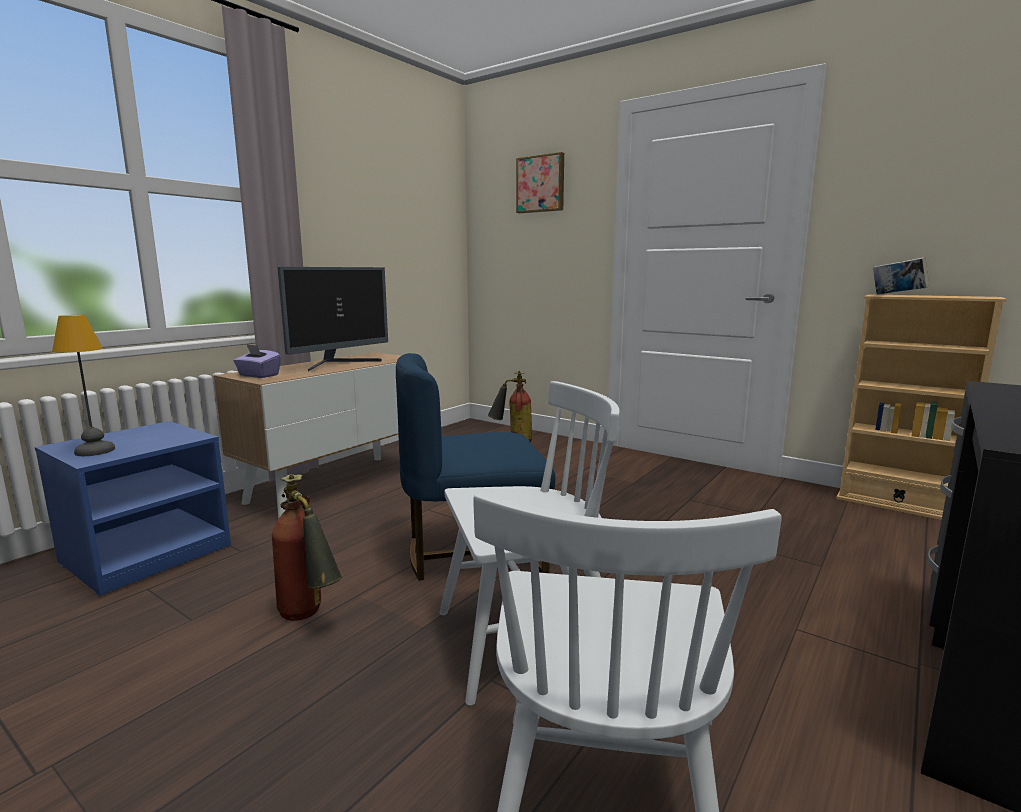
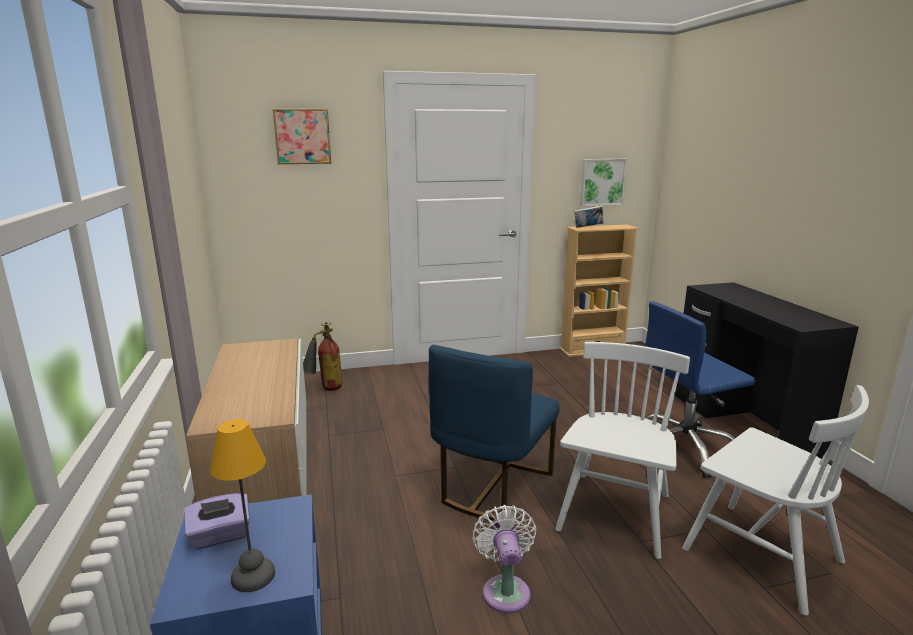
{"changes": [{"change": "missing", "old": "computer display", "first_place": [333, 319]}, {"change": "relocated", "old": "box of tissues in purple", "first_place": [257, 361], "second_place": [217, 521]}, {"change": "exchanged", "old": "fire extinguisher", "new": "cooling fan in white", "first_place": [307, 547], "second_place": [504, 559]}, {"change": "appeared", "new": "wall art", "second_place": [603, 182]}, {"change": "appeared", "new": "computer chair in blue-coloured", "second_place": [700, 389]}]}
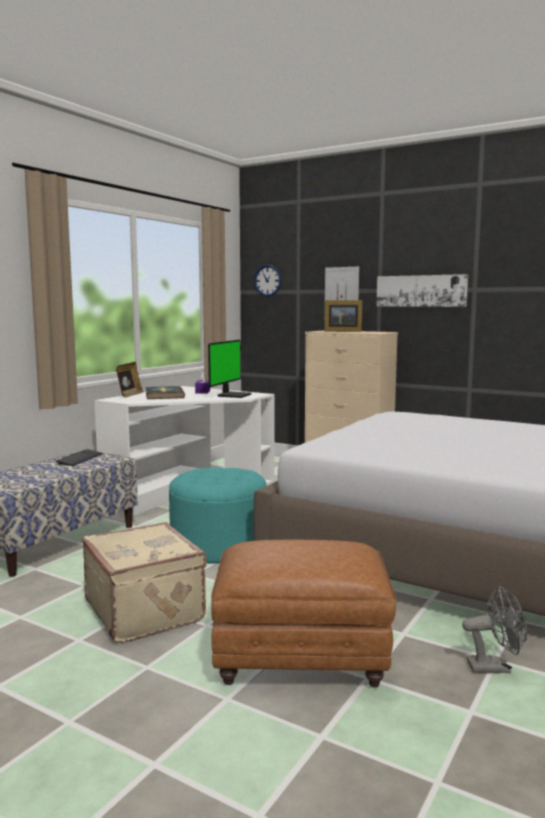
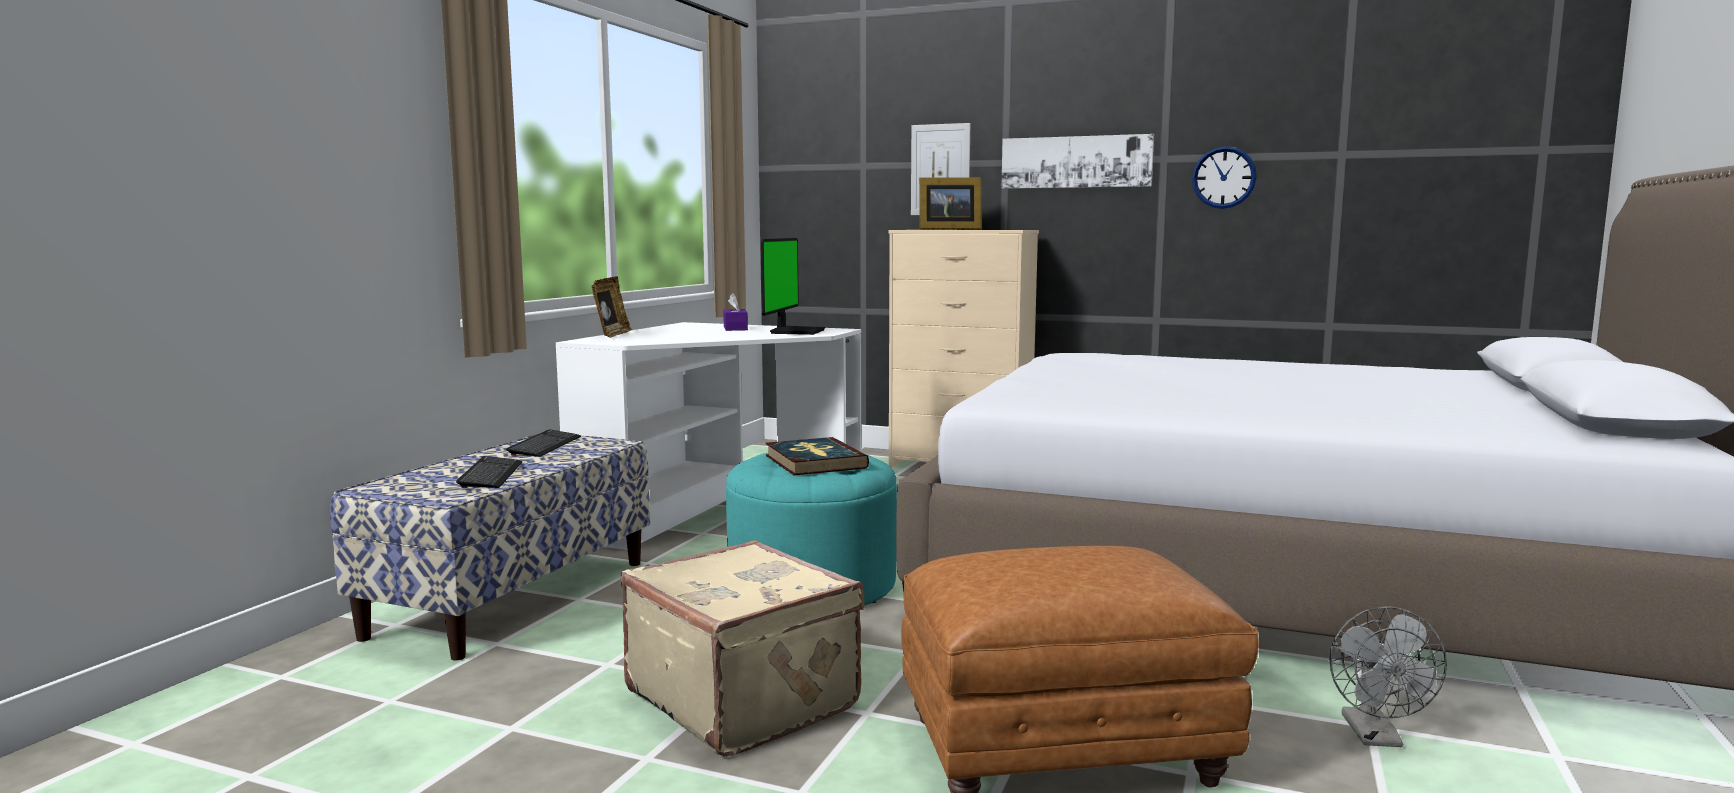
{"changes": [{"change": "relocated", "old": "clock on the wall", "first_place": [267, 281], "second_place": [1224, 177]}, {"change": "relocated", "old": "volume", "first_place": [165, 392], "second_place": [817, 456]}, {"change": "spun", "old": "cooling fan in grey", "first_place": [494, 629], "second_place": [1388, 676], "degrees": 105}, {"change": "appeared", "new": "keyboard", "second_place": [489, 472]}]}
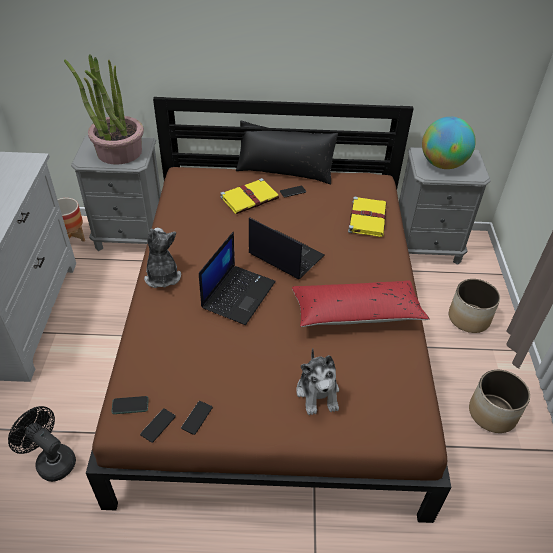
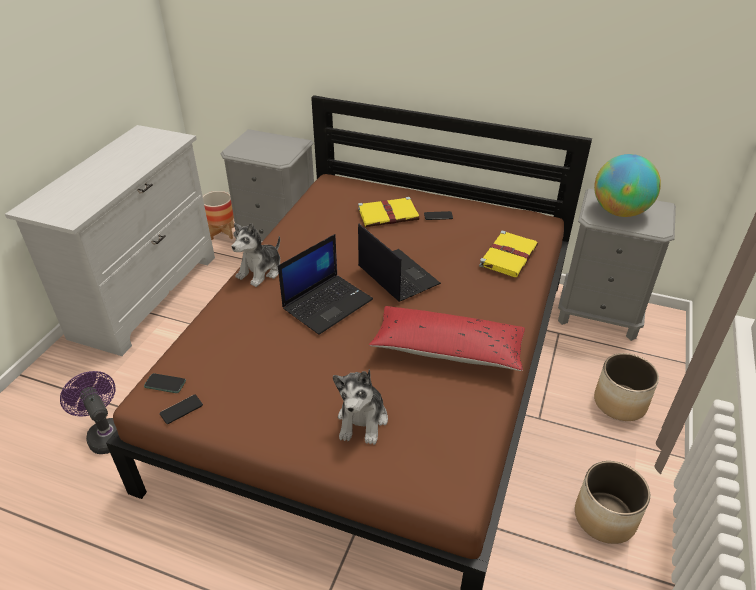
{"changes": [{"change": "missing", "old": "houseplant", "first_place": [104, 109]}, {"change": "missing", "old": "pillow in black", "first_place": [287, 152]}, {"change": "spun", "old": "plush toy", "first_place": [162, 258], "second_place": [255, 255], "degrees": -150}, {"change": "missing", "old": "handset", "first_place": [197, 418]}, {"change": "colour", "old": "cooling fan in black", "new": "cooling fan in purple", "first_place": [42, 444], "second_place": [88, 412]}]}
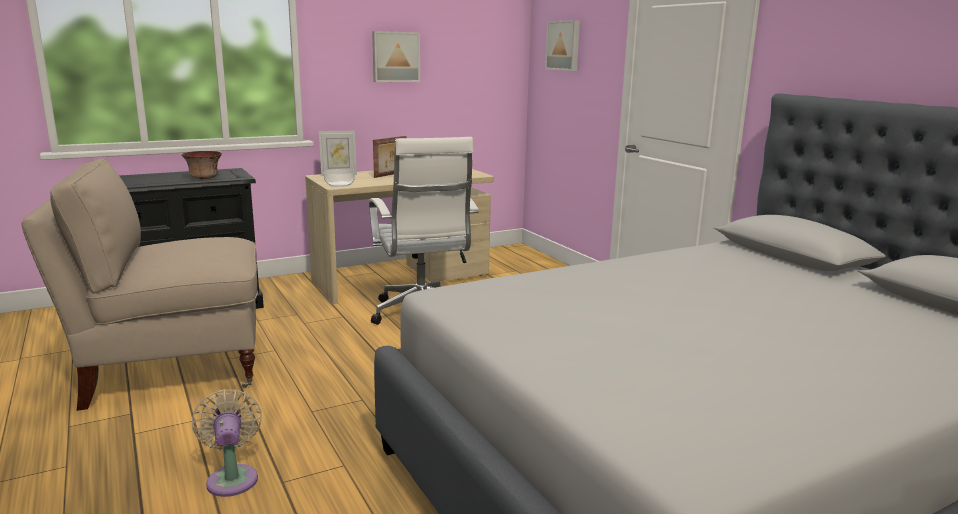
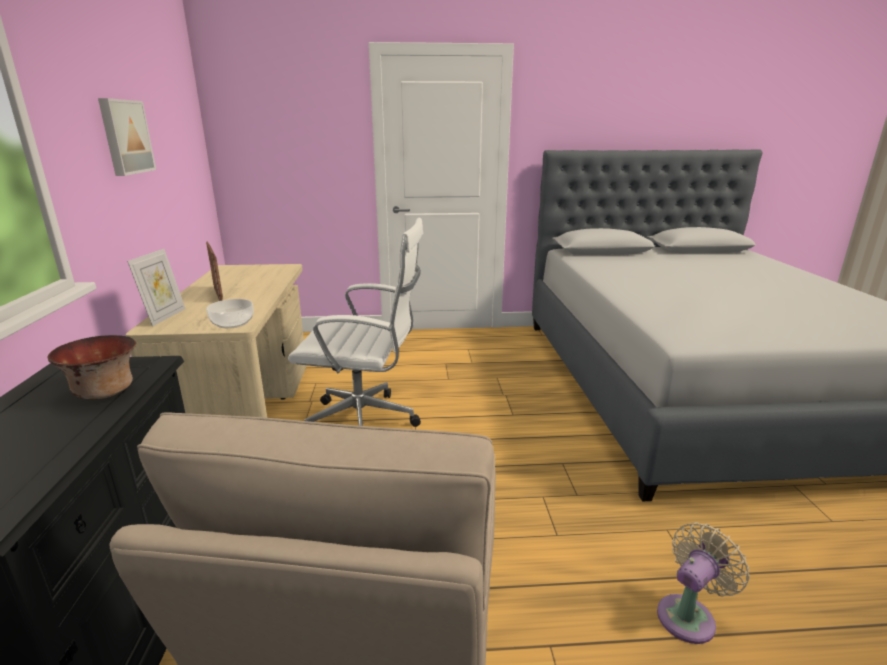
{"changes": [{"change": "missing", "old": "wall art", "first_place": [562, 45]}, {"change": "spun", "old": "cooling fan in beige-coloured", "first_place": [227, 443], "second_place": [703, 583], "degrees": 135}]}
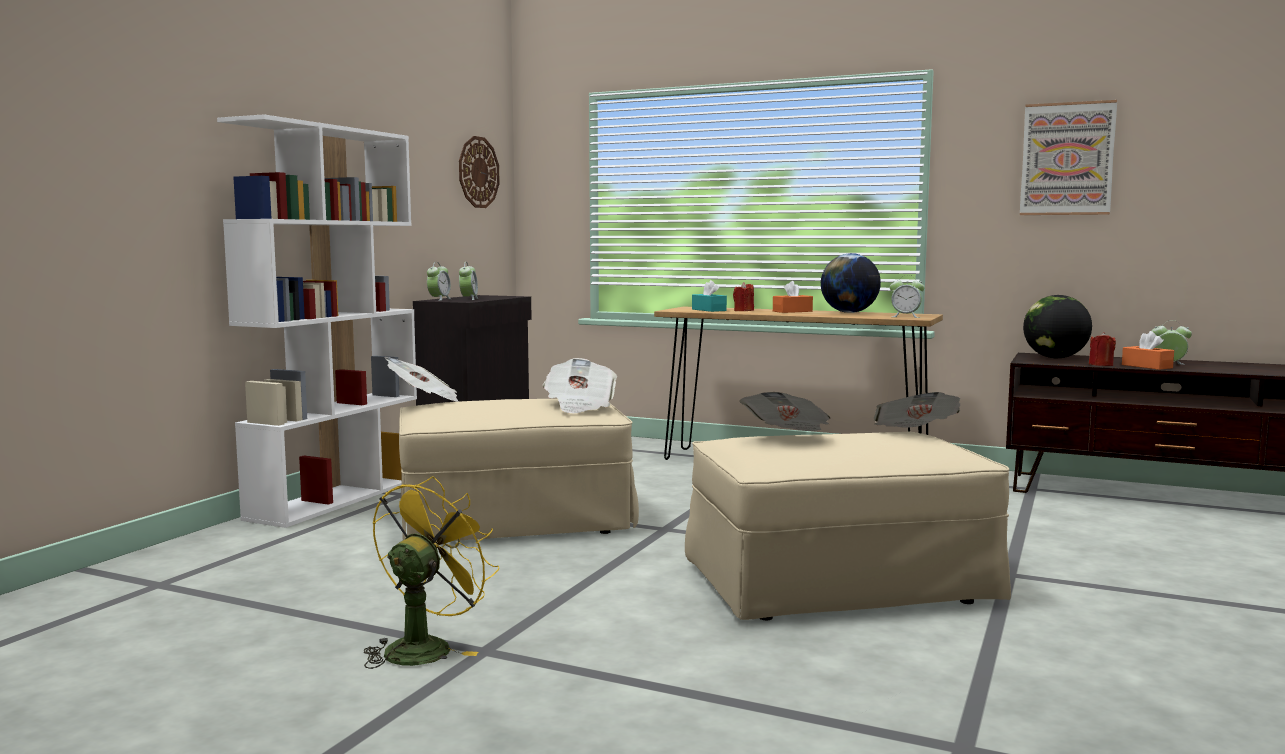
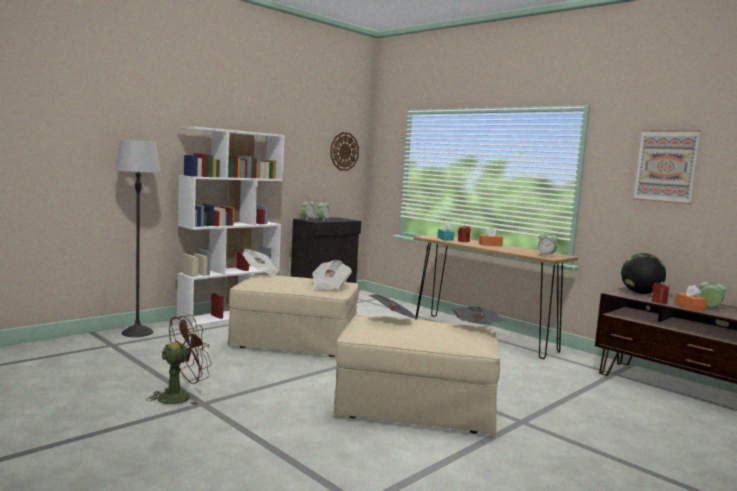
{"changes": [{"change": "missing", "old": "world globe", "first_place": [851, 283]}, {"change": "colour", "old": "cooling fan in yellow-coloured", "new": "cooling fan in brown", "first_place": [431, 572], "second_place": [179, 360]}, {"change": "appeared", "new": "standard lamp", "second_place": [138, 238]}]}
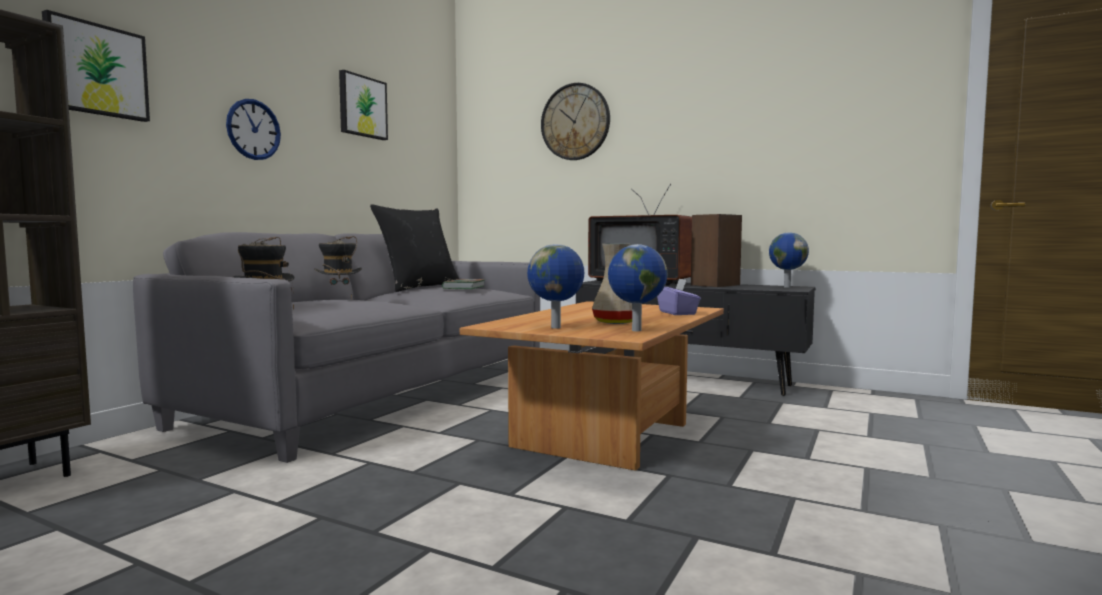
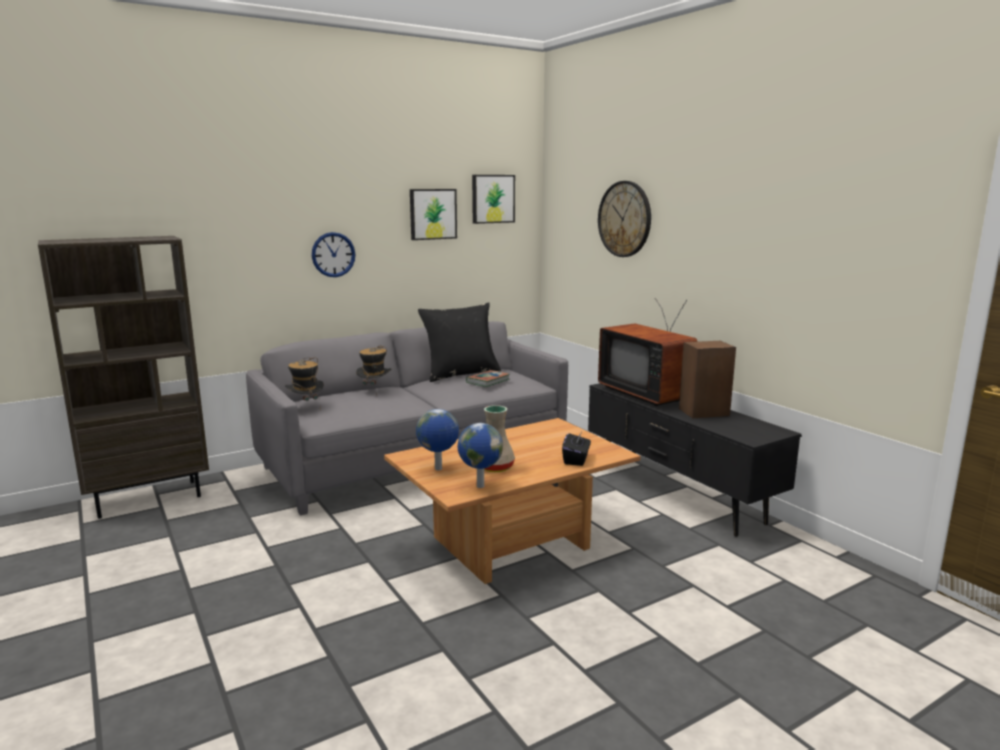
{"changes": [{"change": "relocated", "old": "wall art", "first_place": [96, 66], "second_place": [493, 199]}, {"change": "missing", "old": "world globe", "first_place": [789, 260]}, {"change": "colour", "old": "box of tissues in purple", "new": "box of tissues in black", "first_place": [679, 296], "second_place": [576, 448]}]}
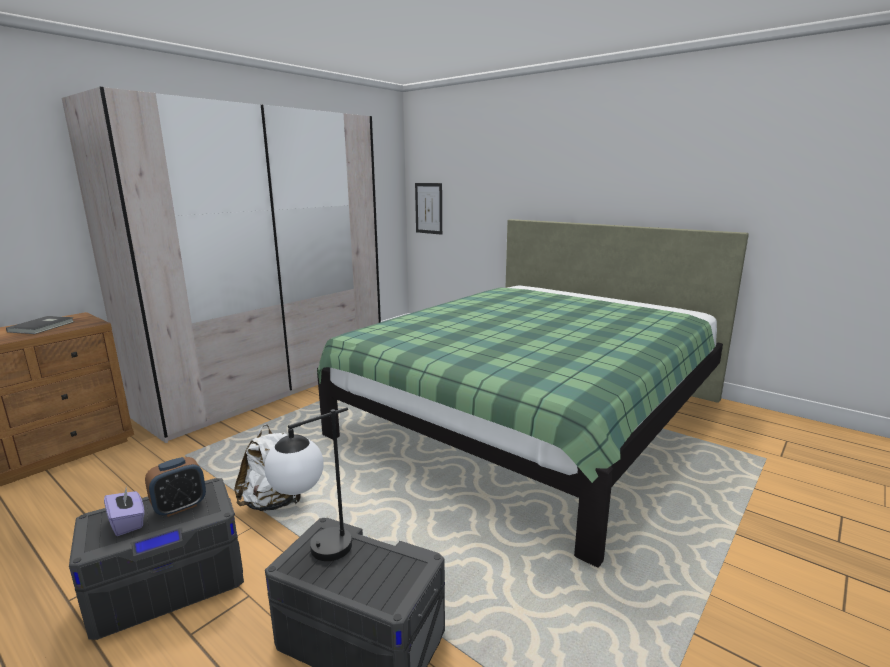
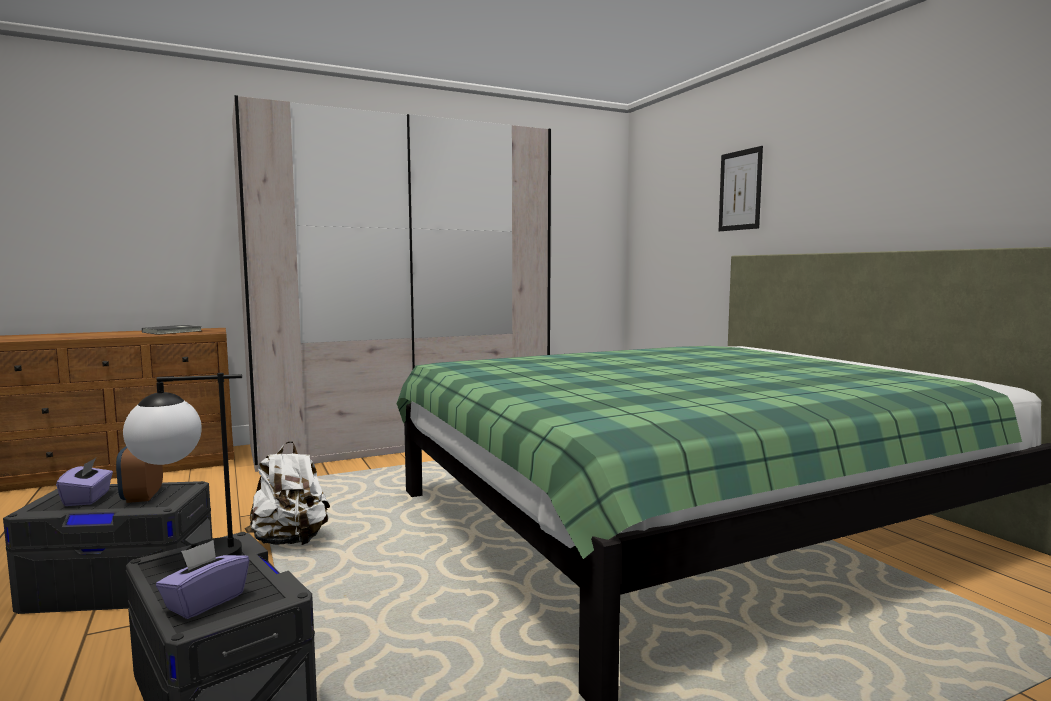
{"changes": [{"change": "relocated", "old": "wall art", "first_place": [428, 209], "second_place": [741, 188]}, {"change": "spun", "old": "table clock", "first_place": [175, 487], "second_place": [139, 474], "degrees": 90}, {"change": "appeared", "new": "box of tissues in purple", "second_place": [202, 579]}]}
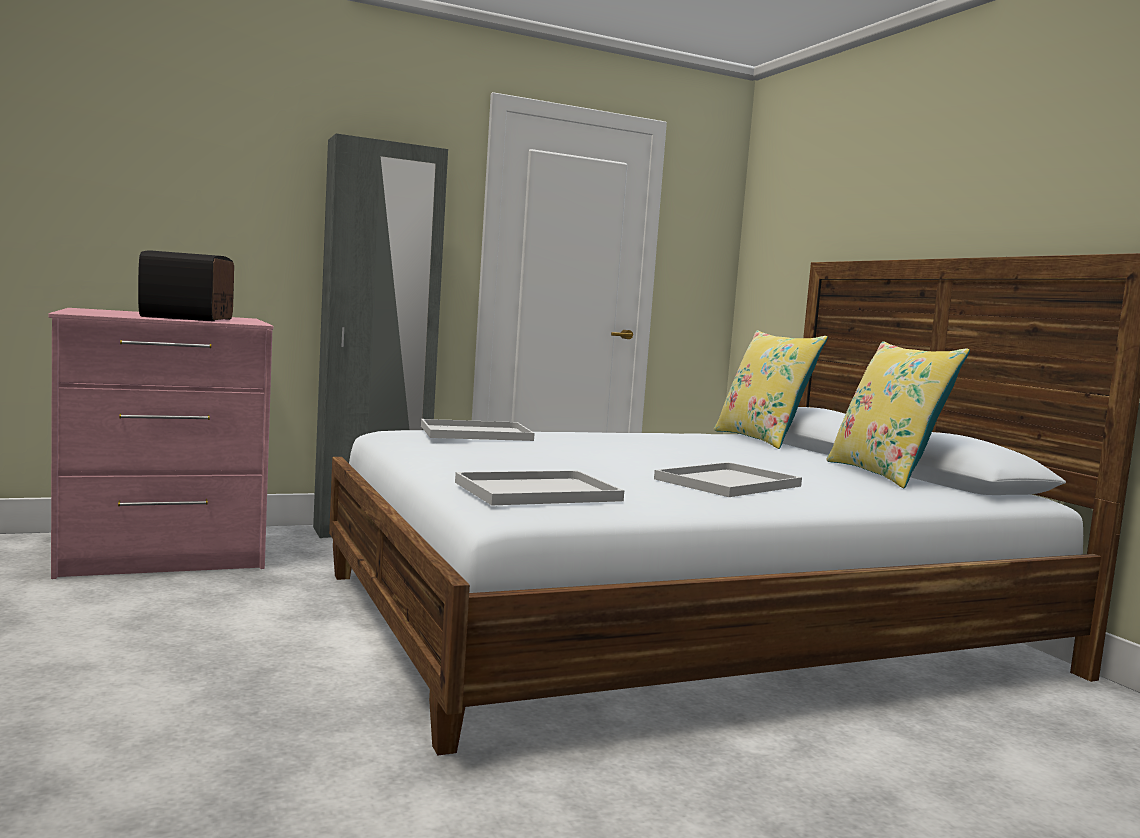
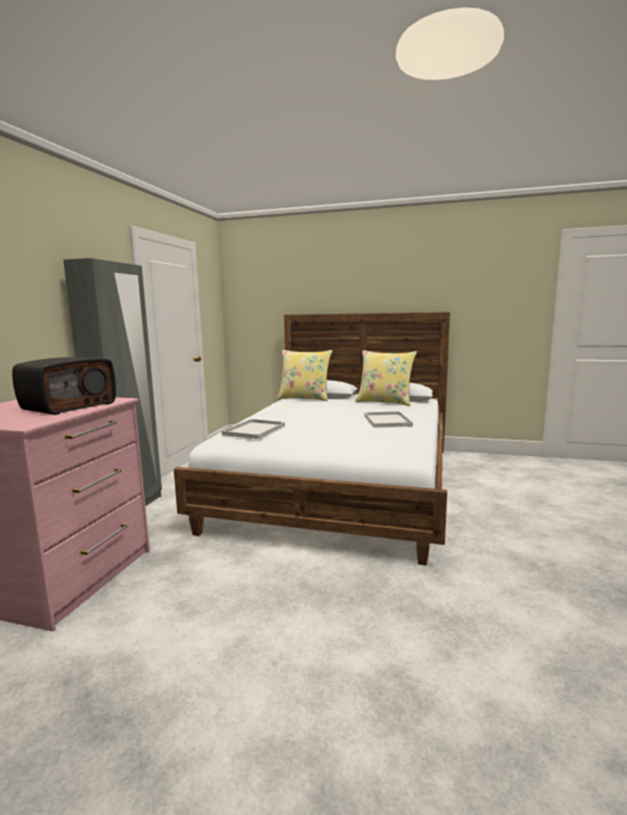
{"changes": [{"change": "spun", "old": "radio receiver", "first_place": [186, 285], "second_place": [64, 386], "degrees": -90}, {"change": "missing", "old": "tray in white", "first_place": [539, 487]}]}
